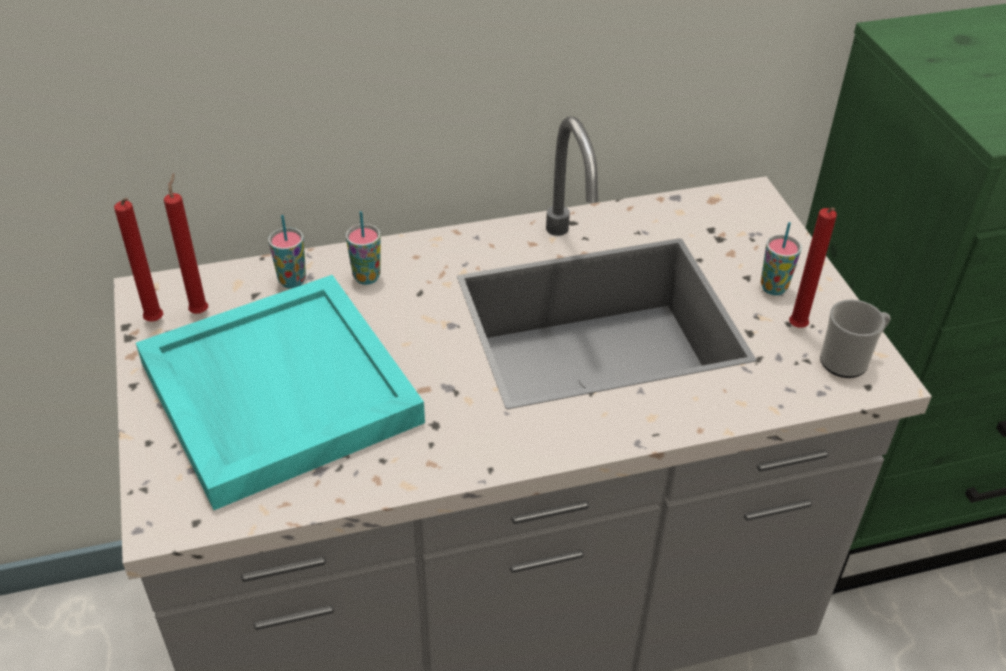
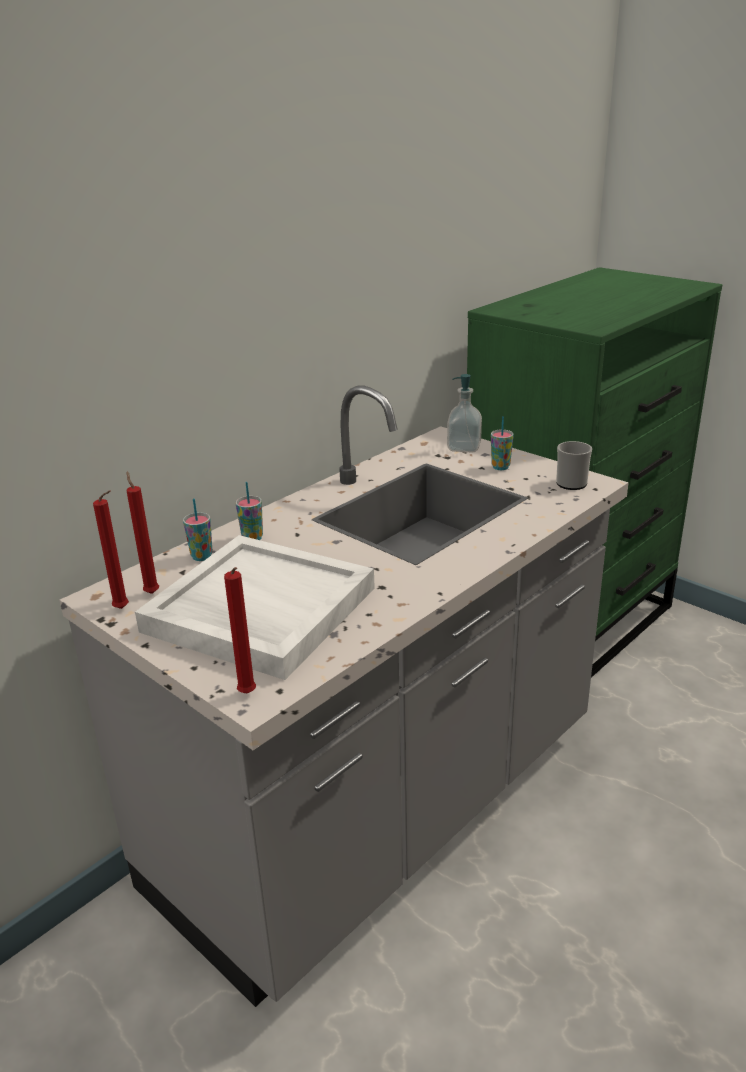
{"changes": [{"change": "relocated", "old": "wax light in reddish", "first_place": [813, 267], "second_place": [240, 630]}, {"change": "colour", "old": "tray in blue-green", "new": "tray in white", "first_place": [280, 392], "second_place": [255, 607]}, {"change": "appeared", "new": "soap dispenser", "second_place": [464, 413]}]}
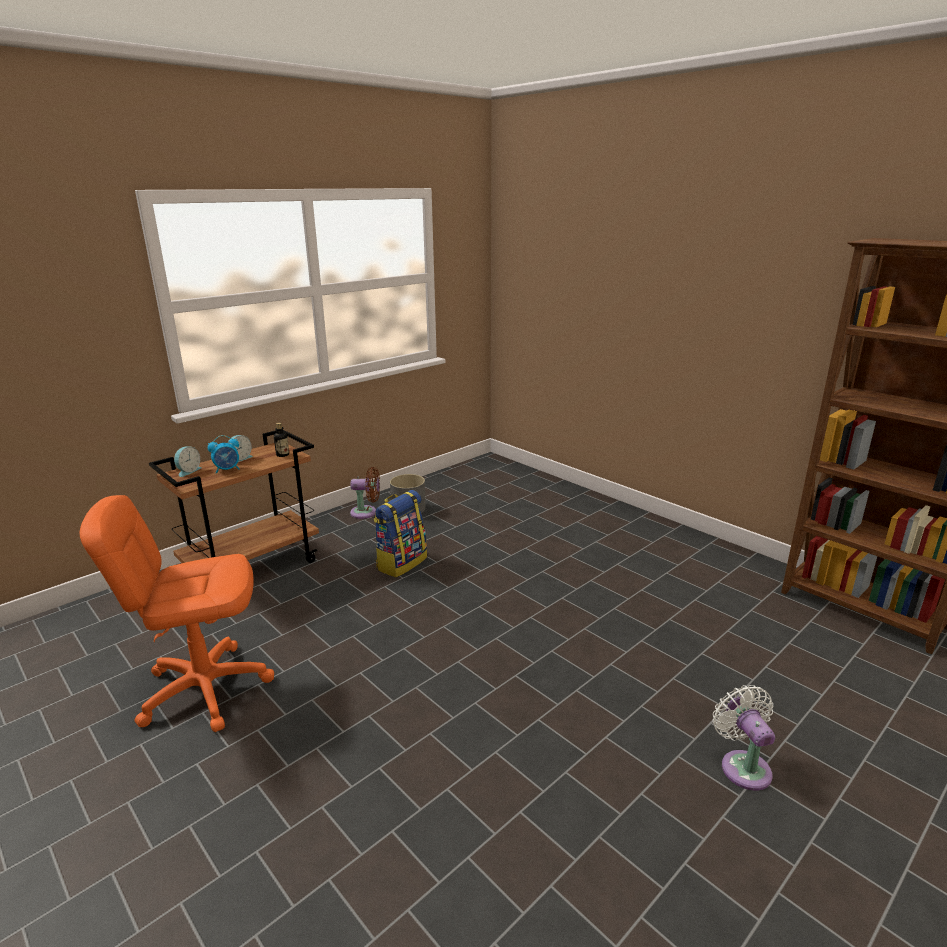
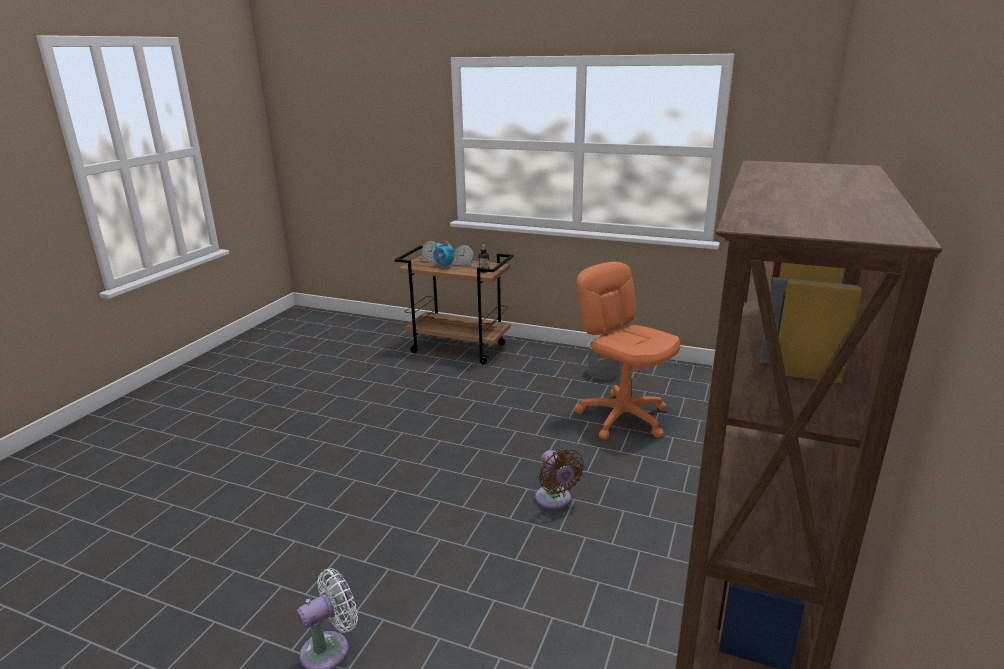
{"changes": [{"change": "relocated", "old": "cooling fan in brown", "first_place": [365, 493], "second_place": [559, 478]}, {"change": "missing", "old": "backpack", "first_place": [400, 533]}, {"change": "relocated", "old": "computer chair in orangey", "first_place": [177, 613], "second_place": [628, 350]}]}
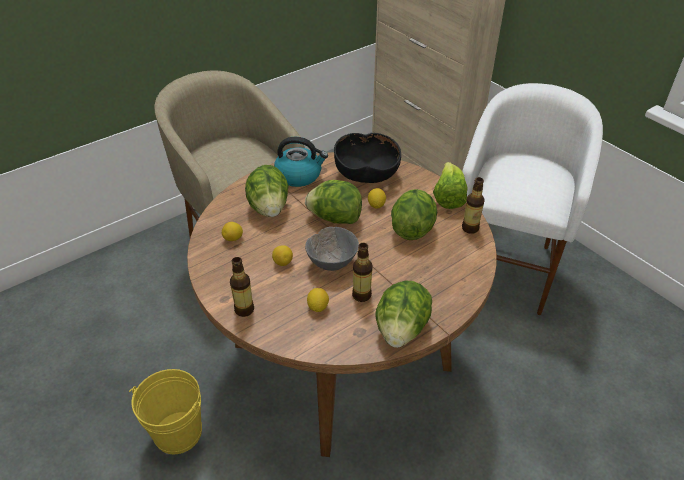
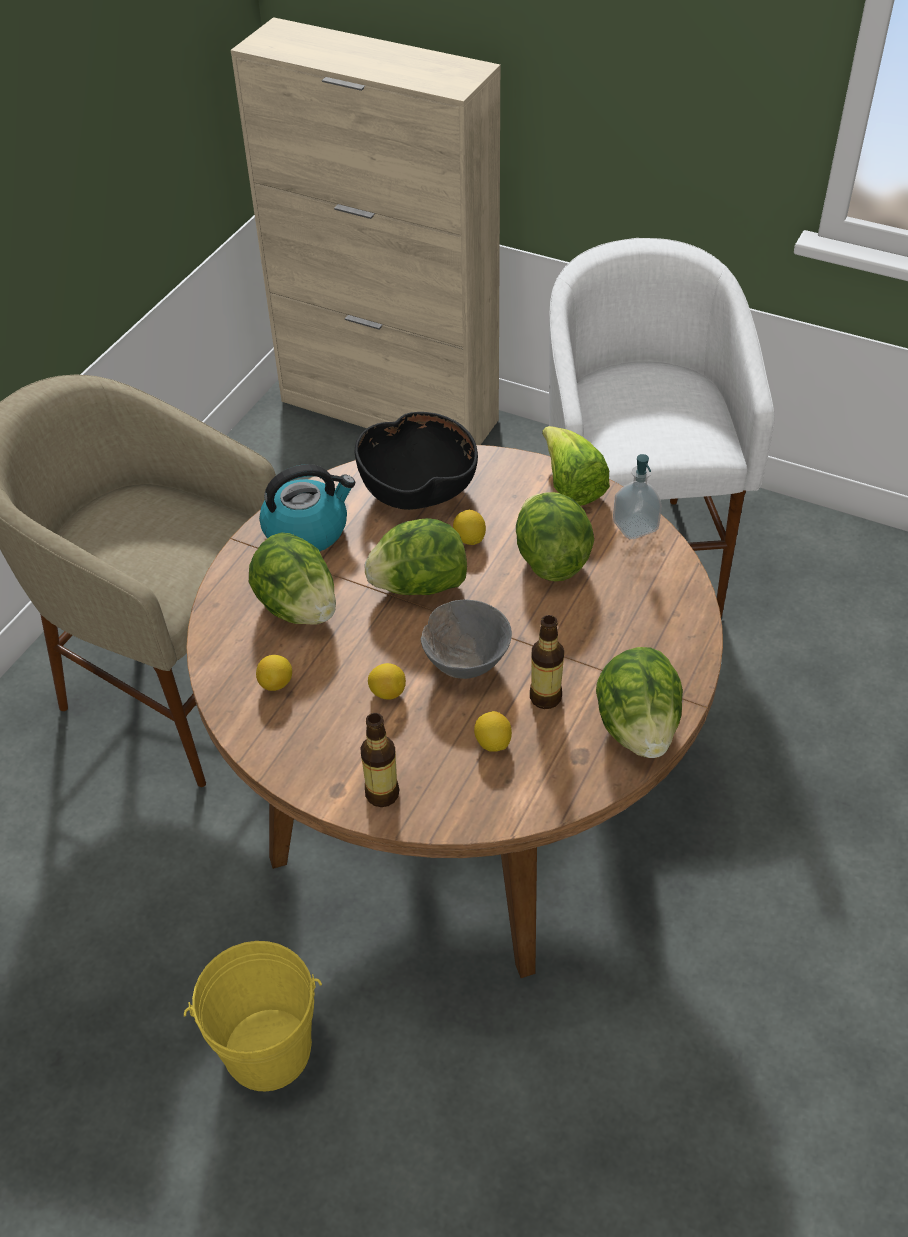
{"changes": [{"change": "exchanged", "old": "beverage bottle", "new": "soap dispenser", "first_place": [473, 205], "second_place": [637, 496]}]}
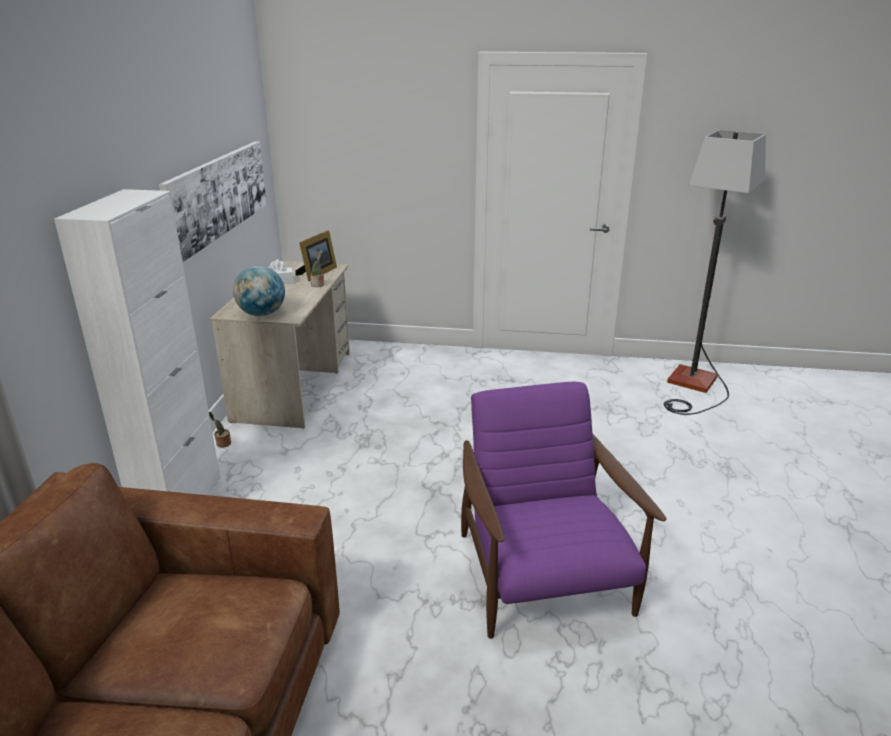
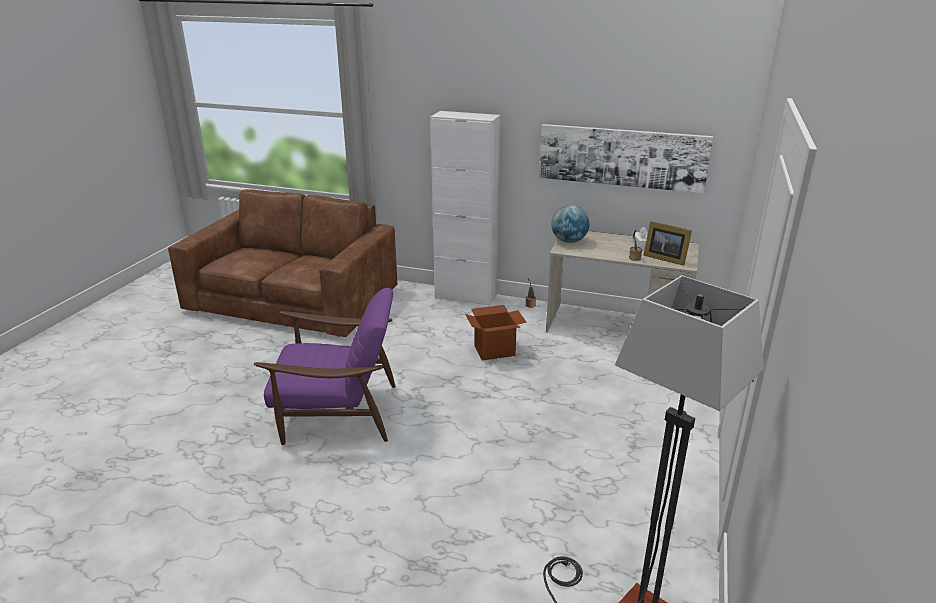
{"changes": [{"change": "appeared", "new": "packing box", "second_place": [496, 333]}]}
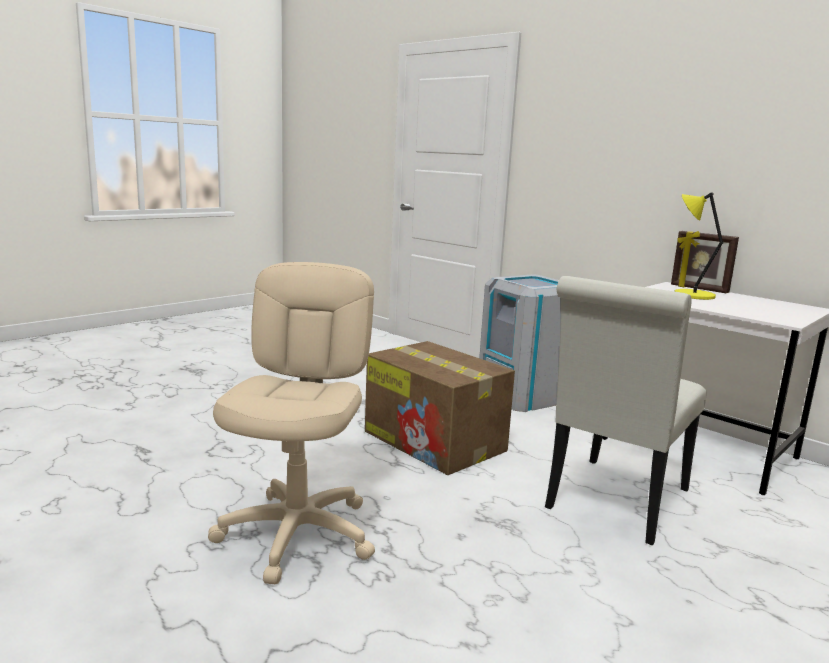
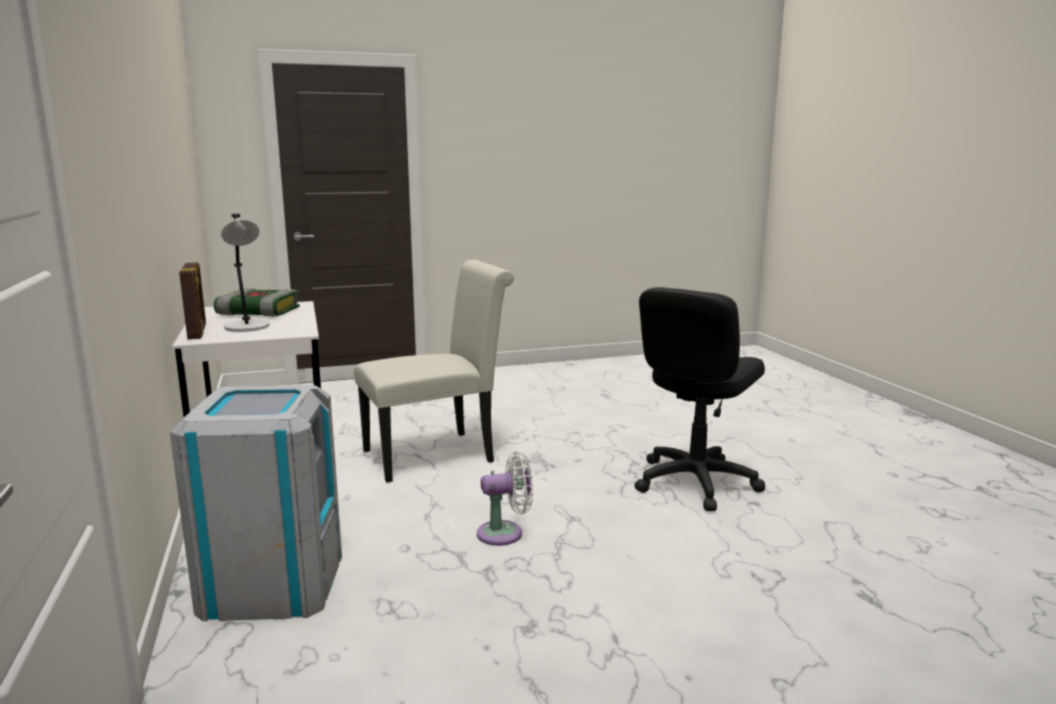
{"changes": [{"change": "colour", "old": "lamp for a table in yellow-coloured", "new": "lamp for a table in grey", "first_place": [698, 246], "second_place": [245, 273]}, {"change": "colour", "old": "computer chair in beige-coloured", "new": "computer chair in black", "first_place": [291, 423], "second_place": [700, 399]}, {"change": "exchanged", "old": "packing box", "new": "cooling fan in white", "first_place": [440, 408], "second_place": [505, 498]}, {"change": "appeared", "new": "volume", "second_place": [257, 302]}]}
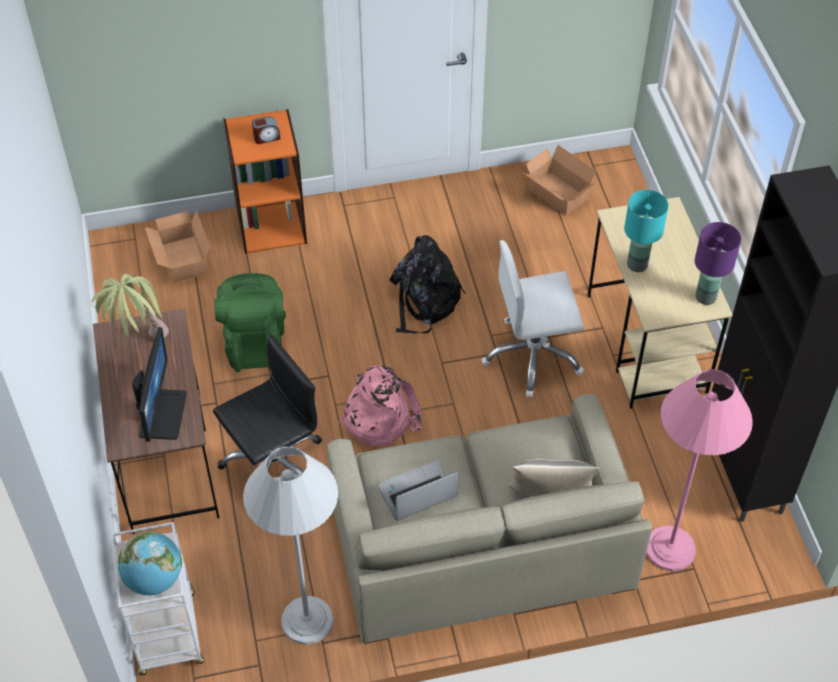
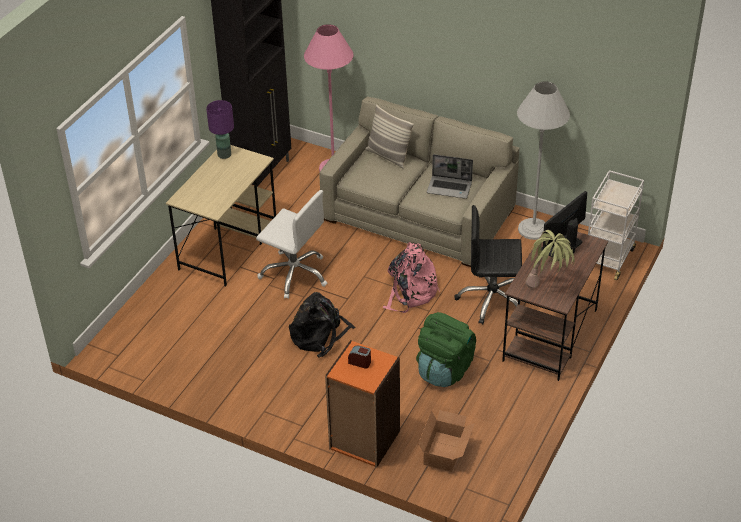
{"changes": [{"change": "missing", "old": "packing box", "first_place": [559, 180]}, {"change": "missing", "old": "lamp for a table in blue-green", "first_place": [646, 231]}, {"change": "missing", "old": "world globe", "first_place": [150, 563]}]}
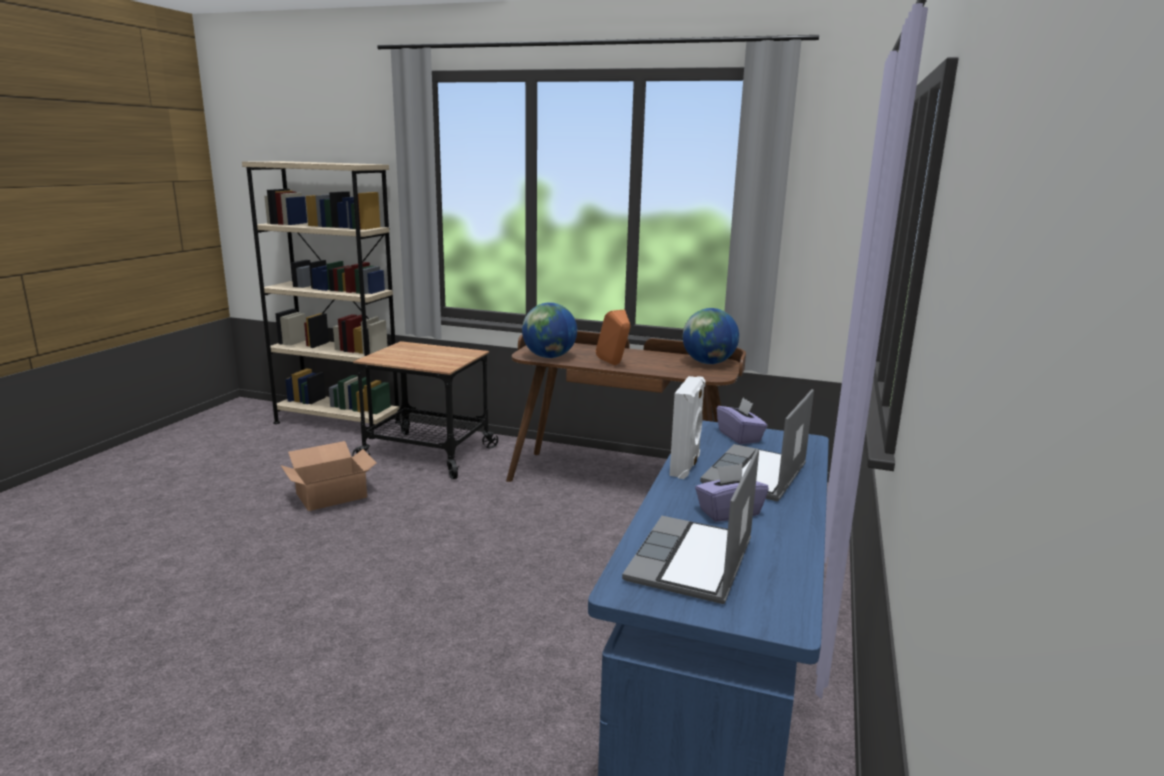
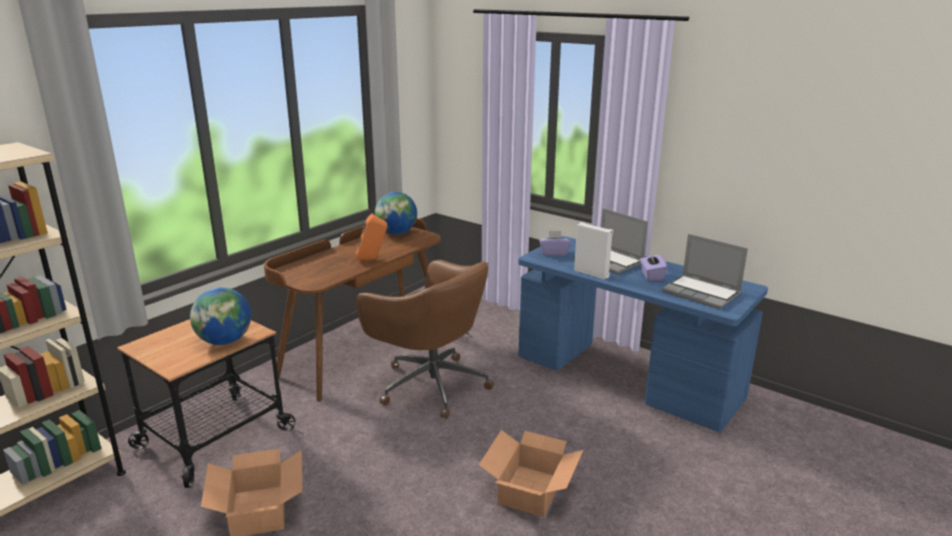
{"changes": [{"change": "relocated", "old": "world globe", "first_place": [549, 330], "second_place": [220, 316]}, {"change": "appeared", "new": "computer chair in brown", "second_place": [425, 339]}, {"change": "appeared", "new": "packing box", "second_place": [531, 473]}]}
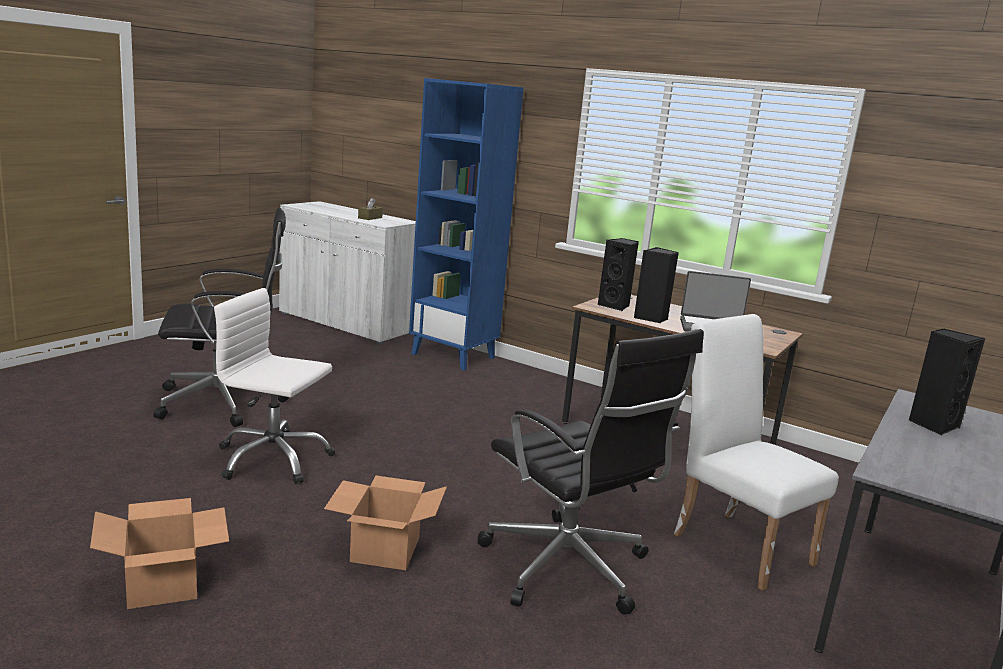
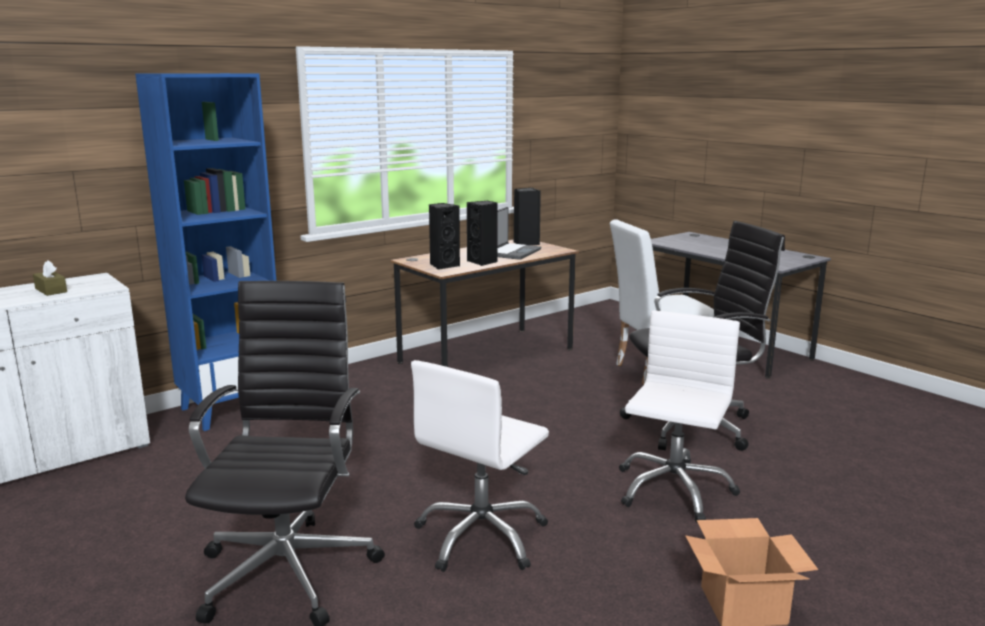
{"changes": [{"change": "relocated", "old": "speaker in black", "first_place": [947, 381], "second_place": [527, 216]}, {"change": "exchanged", "old": "packing box", "new": "computer chair in white", "first_place": [385, 523], "second_place": [679, 417]}]}
